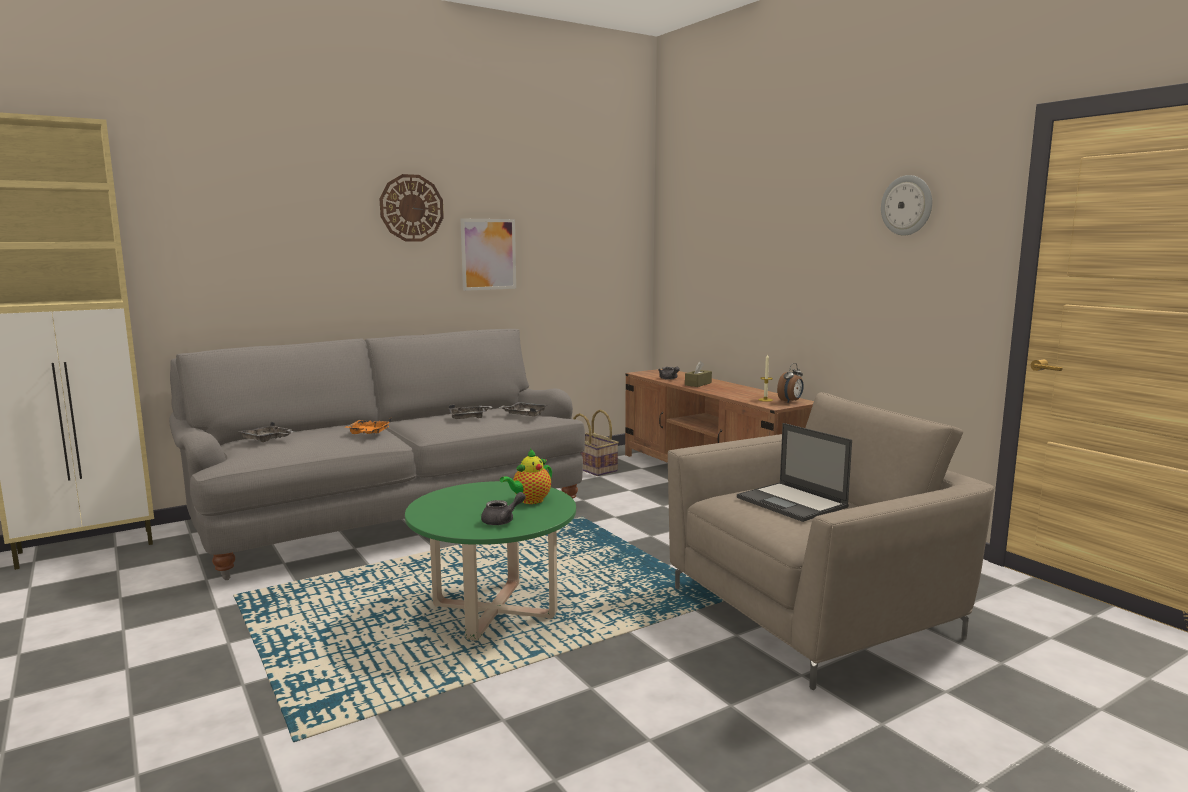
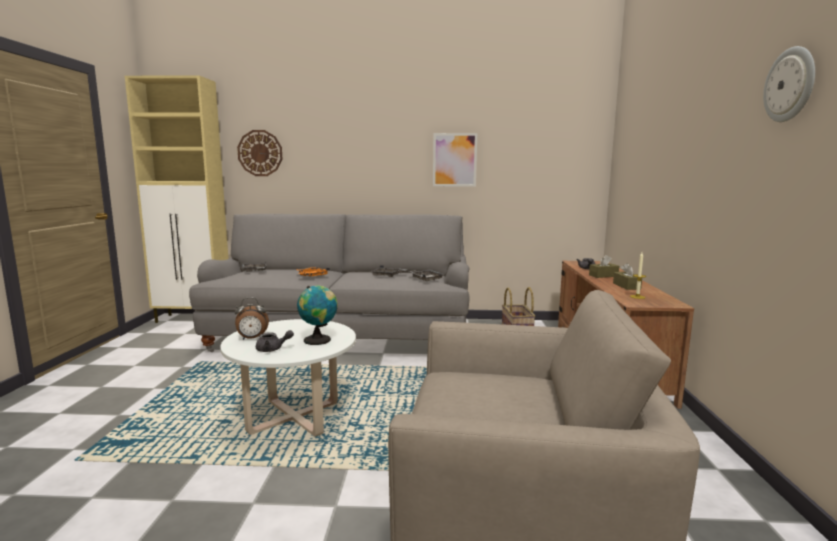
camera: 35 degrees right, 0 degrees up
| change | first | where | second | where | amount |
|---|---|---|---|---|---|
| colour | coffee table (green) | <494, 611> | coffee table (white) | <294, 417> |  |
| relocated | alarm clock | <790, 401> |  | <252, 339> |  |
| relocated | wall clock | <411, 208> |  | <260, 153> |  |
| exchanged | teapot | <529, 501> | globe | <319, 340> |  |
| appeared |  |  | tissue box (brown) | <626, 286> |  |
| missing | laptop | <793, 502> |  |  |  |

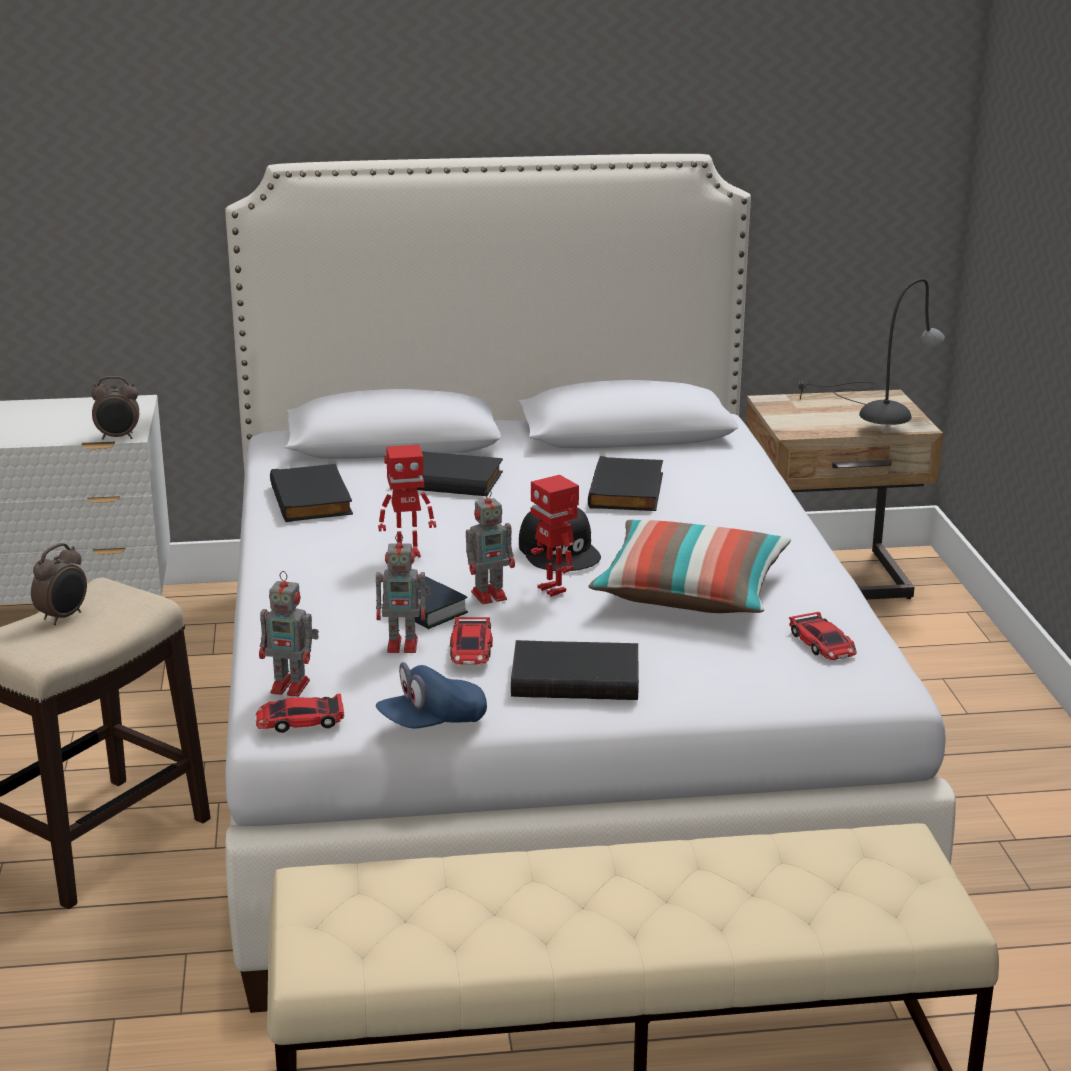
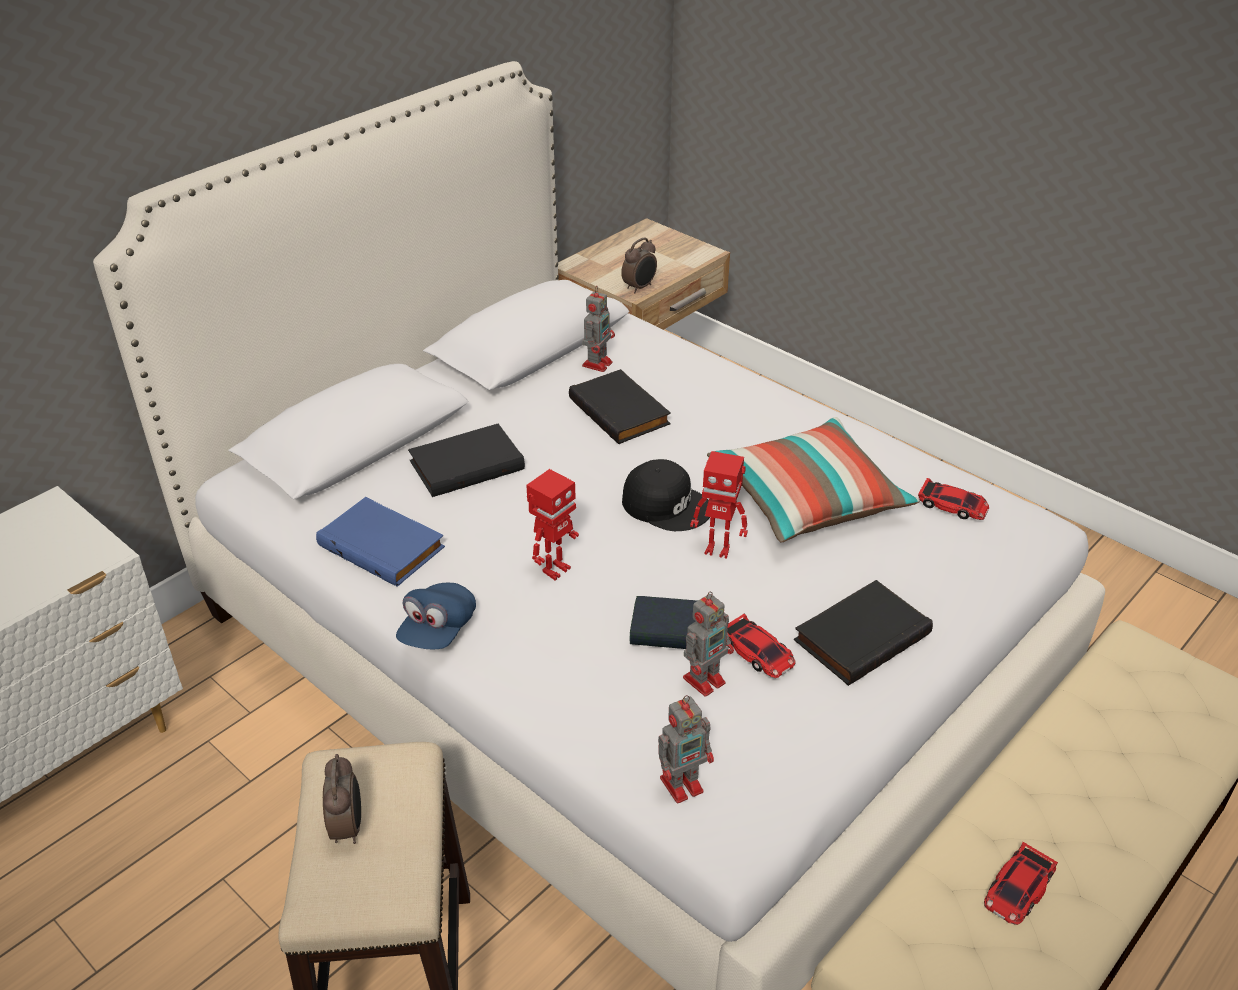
camera: 40 degrees left, 15 degrees up
| change | first | where | second | where | amount |
|---|---|---|---|---|---|
| colour | book (black) | <313, 499> | book (blue) | <384, 545> |  |
| relocated | cap (blue) | <432, 723> |  | <438, 630> |  |
| relocated | toy robot | <491, 595> |  | <598, 363> |  |
| relocated | alarm clock | <118, 437> |  | <640, 287> |  |
| relocated | toy car | <300, 721> |  | <1018, 889> |  |
| missing | table lamp (grey) | <877, 420> |  |  |  |

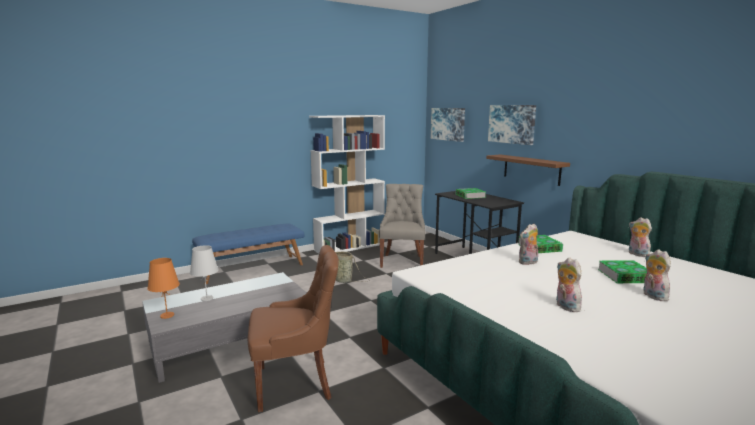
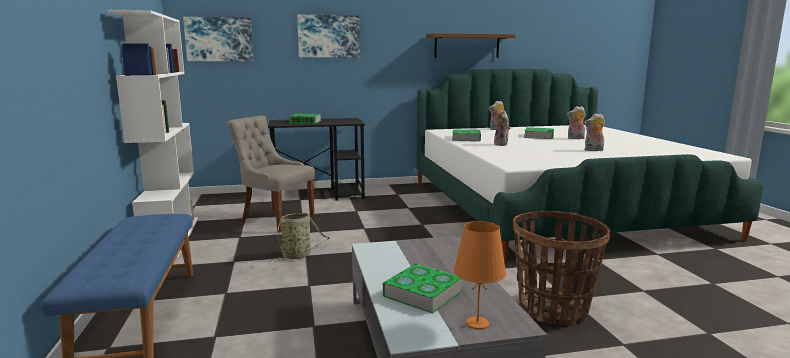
camera: 70 degrees left, 0 degrees up
| change | first | where | second | where | amount |
|---|---|---|---|---|---|
| exchanged | table lamp (white) | <207, 298> | book | <422, 293> |  |
| relocated | shelf (brown) | <531, 169> |  | <467, 46> |  |
| exchanged | chair (brown) | <296, 383> | basket | <553, 308> |  |

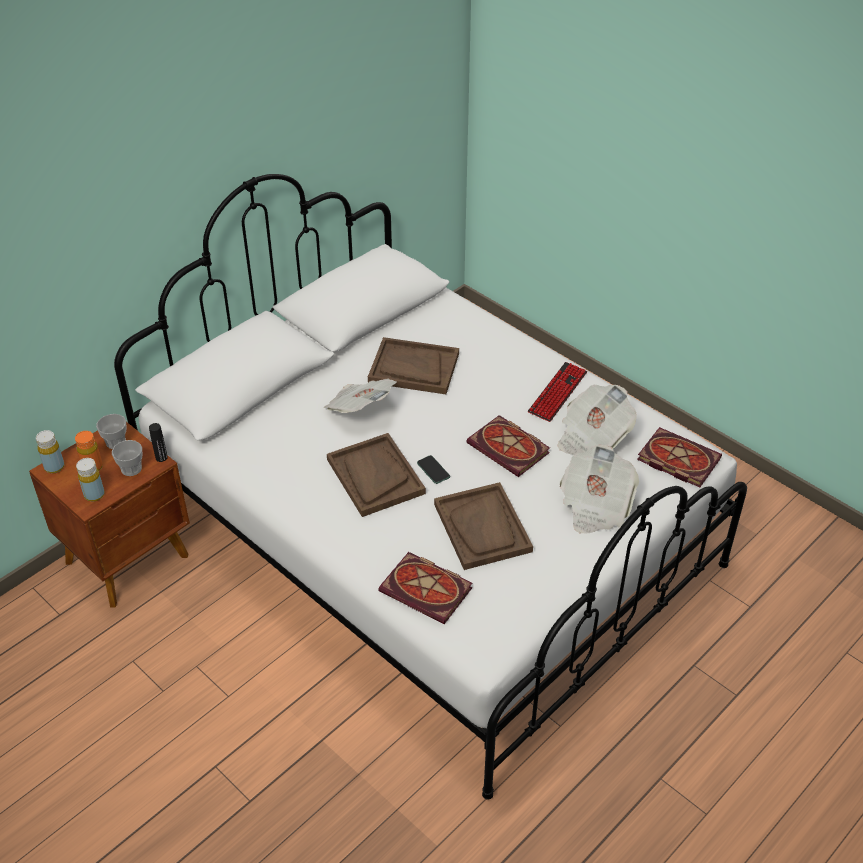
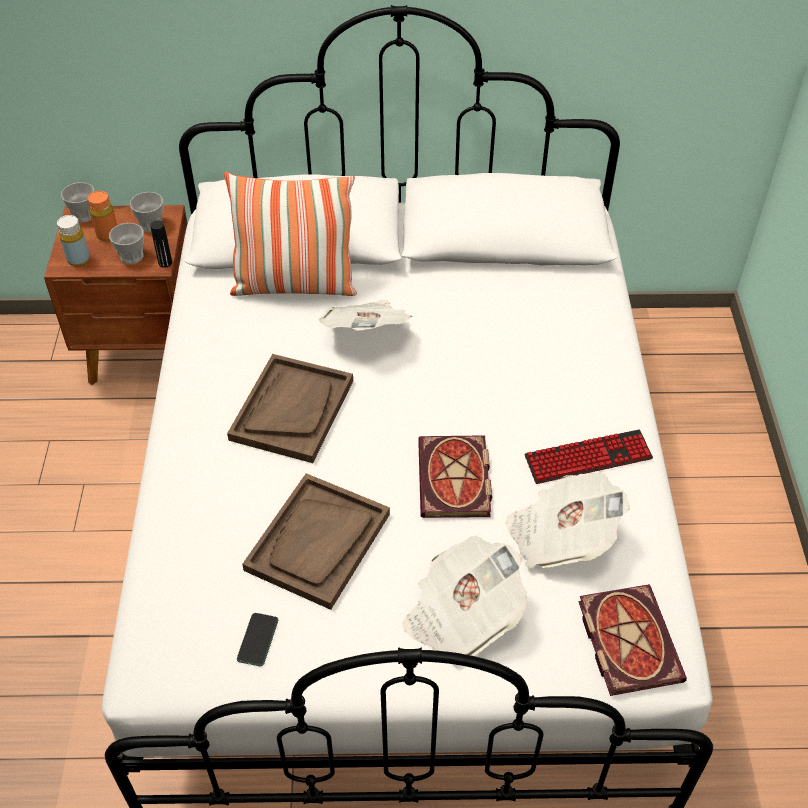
camera: 45 degrees right, 5 degrees up
| change | first | where | second | where | amount |
|---|---|---|---|---|---|
| exchanged | bottle (yellow) | <54, 467> | cup | <84, 215> |  |
| appeared |  |  | pillow | <295, 285> |  |
| relocated | phone | <433, 470> |  | <258, 640> |  |
| missing | tray (brown) | <413, 368> |  |  |  |
| missing | book | <428, 590> |  |  |  |

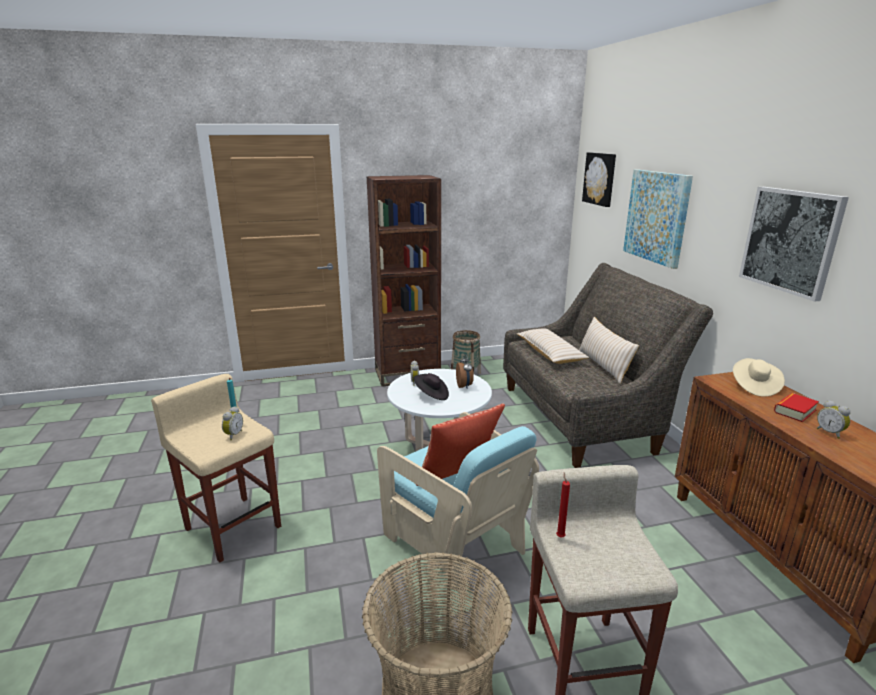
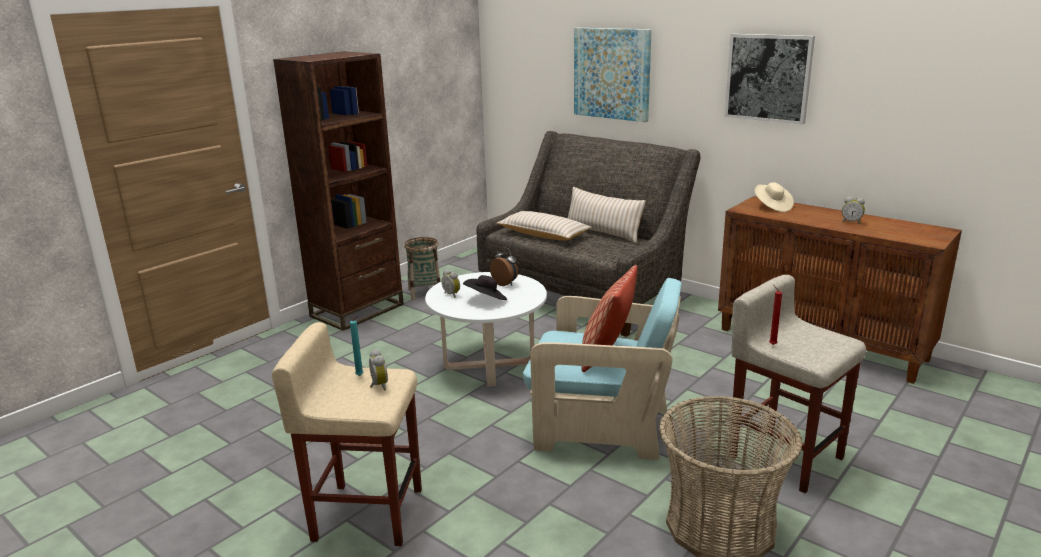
camera: 35 degrees left, 0 degrees up
| change | first | where | second | where | amount |
|---|---|---|---|---|---|
| missing | picture | <600, 179> |  |  |  |
| missing | book | <795, 411> |  |  |  |

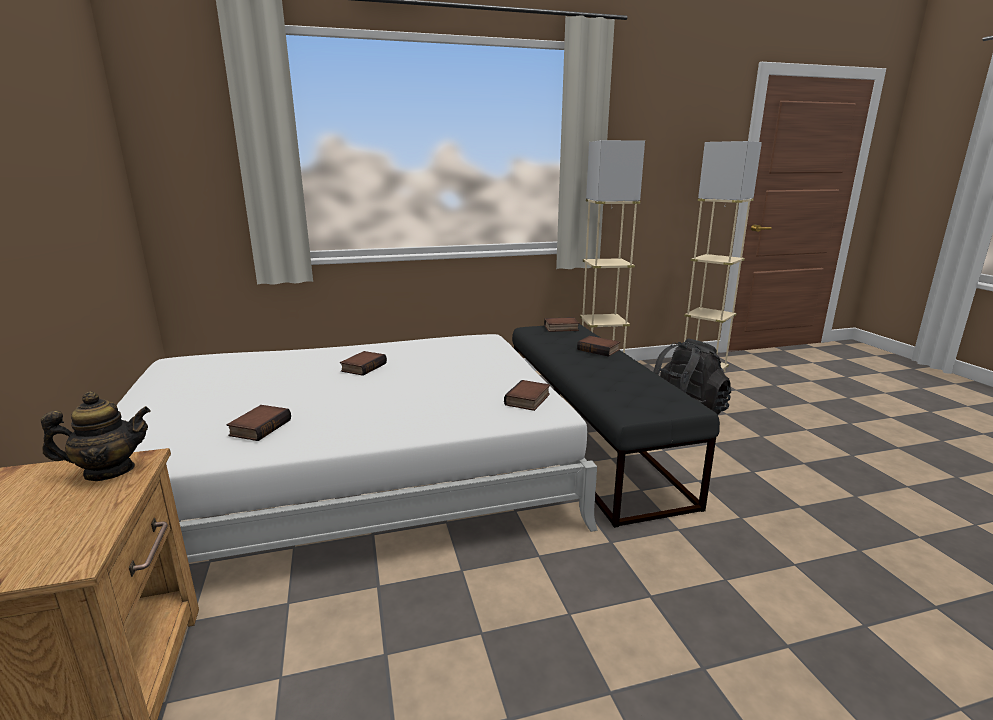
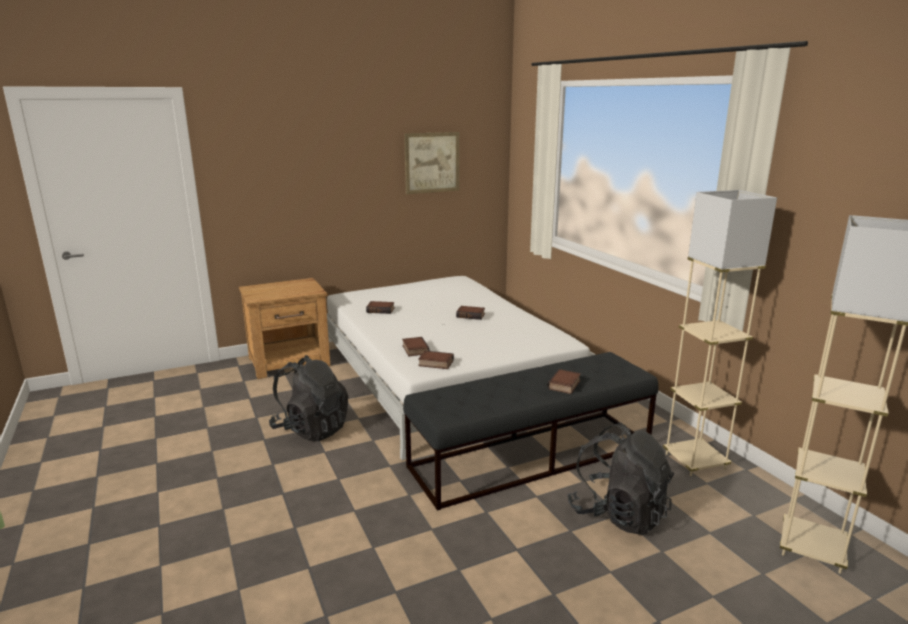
camera: 80 degrees right, 0 degrees up
| change | first | where | second | where | amount |
|---|---|---|---|---|---|
| appeared |  |  | backpack (black) | <311, 429> |  |
| relocated | book | <561, 328> |  | <414, 349> |  |
| appeared |  |  | picture | <432, 162> |  |
| missing | teapot | <109, 471> |  |  |  |

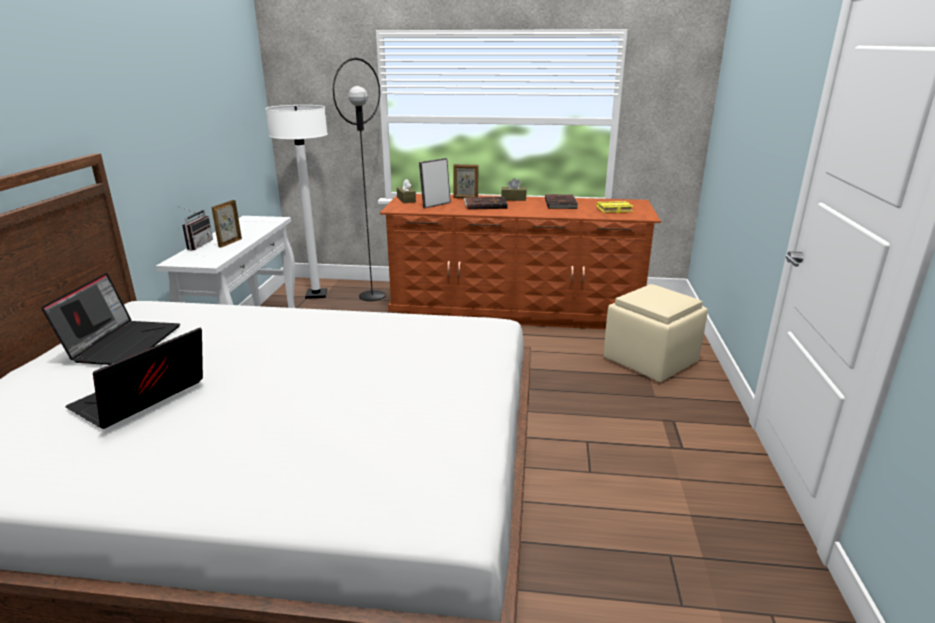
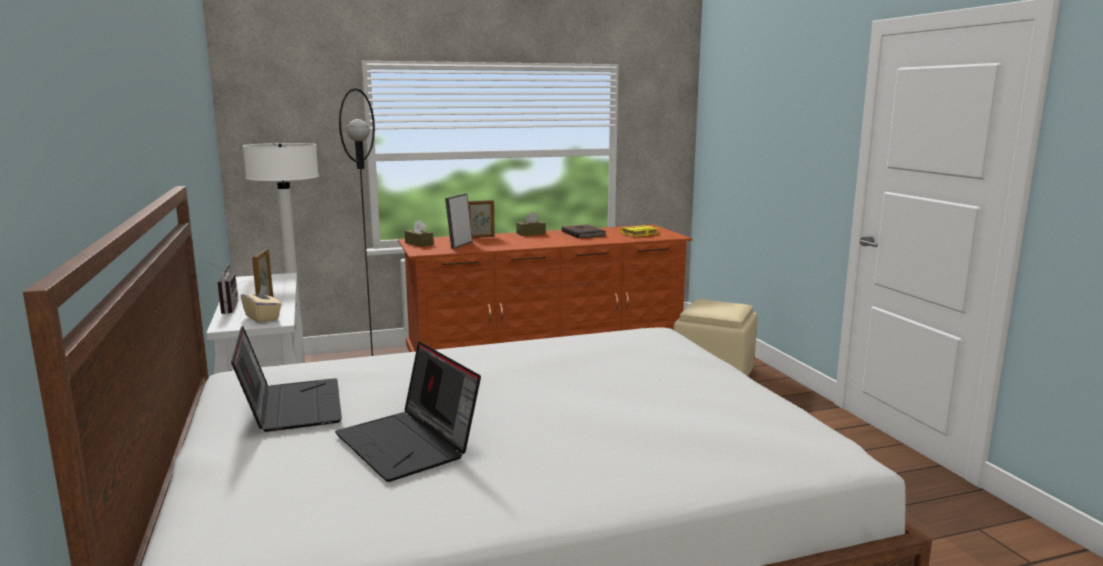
camera: 25 degrees left, 10 degrees down
| change | first | where | second | where | amount |
|---|---|---|---|---|---|
| appeared |  |  | tissue box (beige) | <263, 317> |  |
| spun | laptop | <141, 399> |  | <409, 444> | 45 degrees counterclockwise |
| missing | book (brown) | <485, 205> |  |  |  |

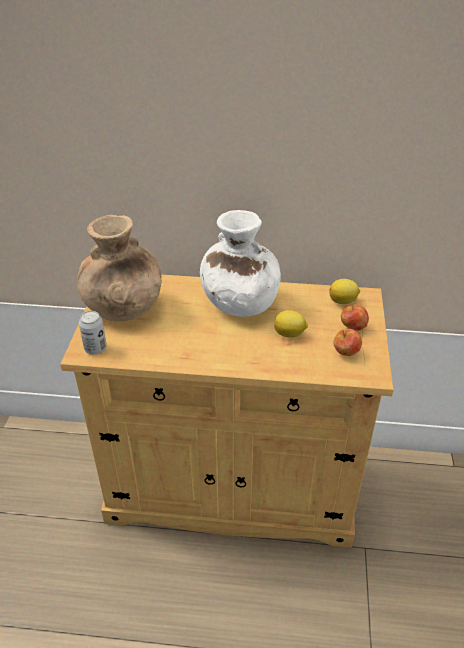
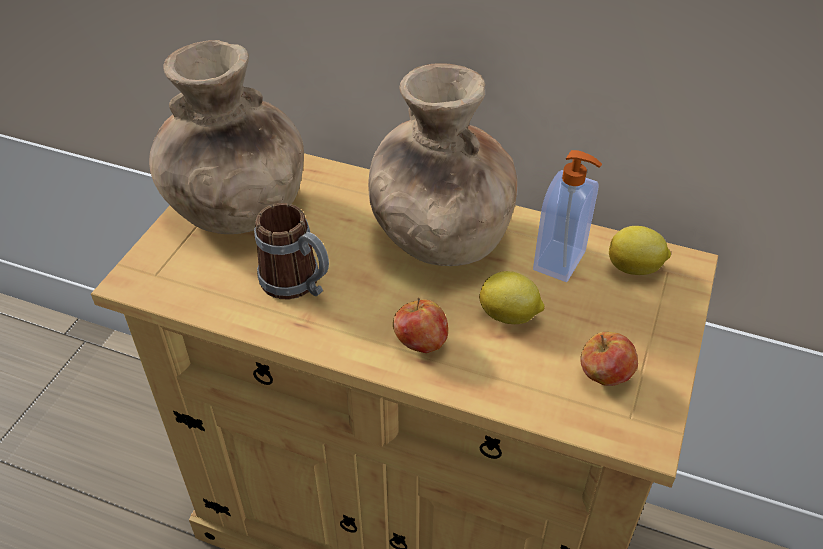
camera: 15 degrees right, 5 degrees up
| change | first | where | second | where | amount |
|---|---|---|---|---|---|
| appeared |  |  | mug | <298, 285> |  |
| colour | vase (white) | <238, 302> | vase (brown) | <438, 235> |  |
| relocated | apple | <353, 327> |  | <420, 343> |  |
| appeared |  |  | soap dispenser | <561, 261> |  |
| missing | can | <95, 348> |  |  |  |

